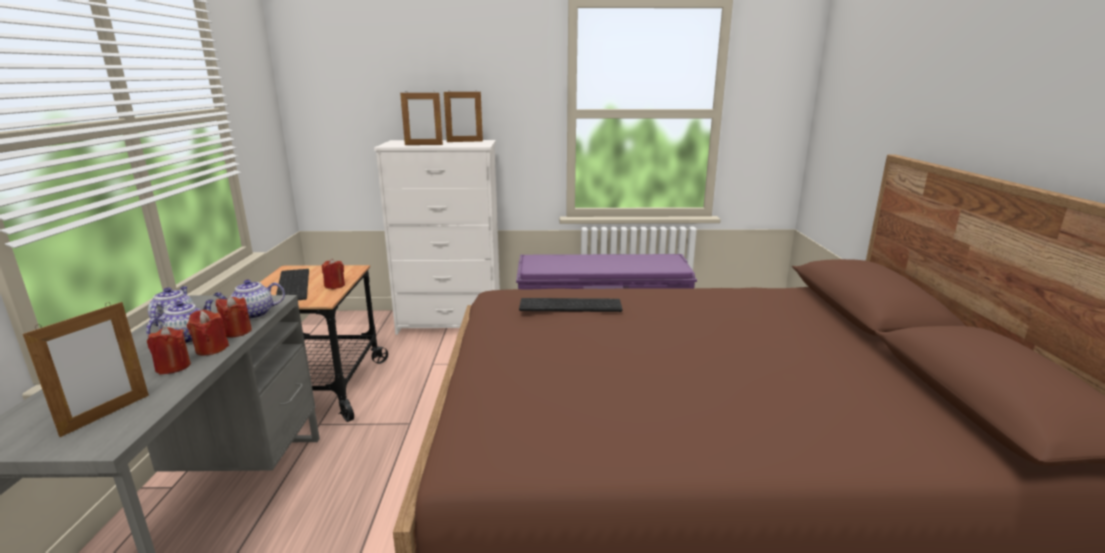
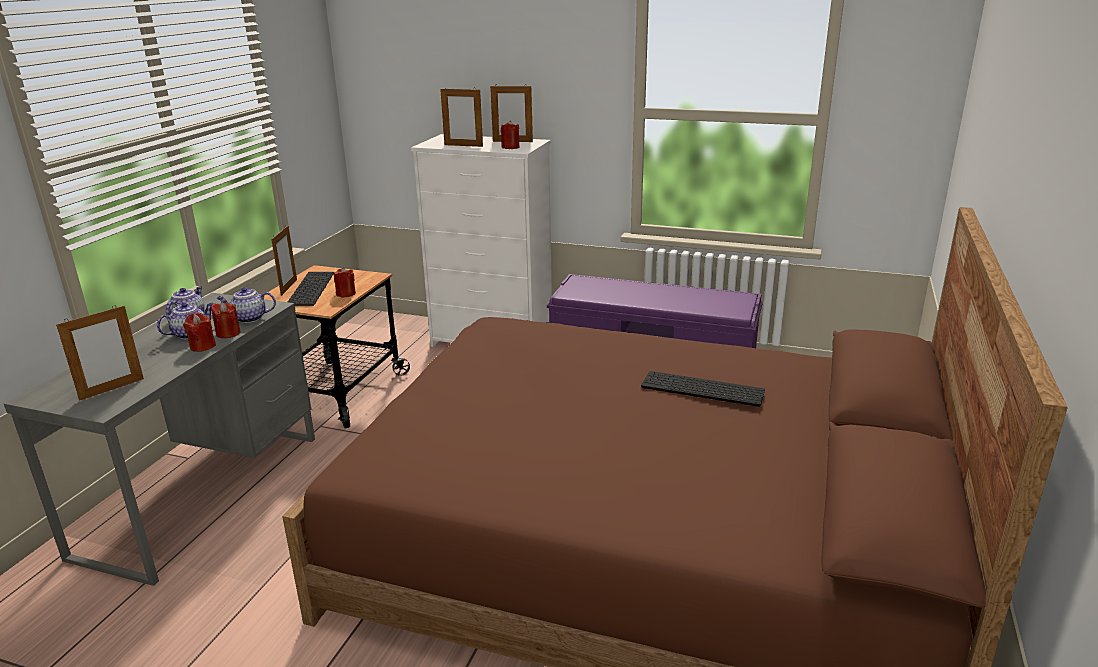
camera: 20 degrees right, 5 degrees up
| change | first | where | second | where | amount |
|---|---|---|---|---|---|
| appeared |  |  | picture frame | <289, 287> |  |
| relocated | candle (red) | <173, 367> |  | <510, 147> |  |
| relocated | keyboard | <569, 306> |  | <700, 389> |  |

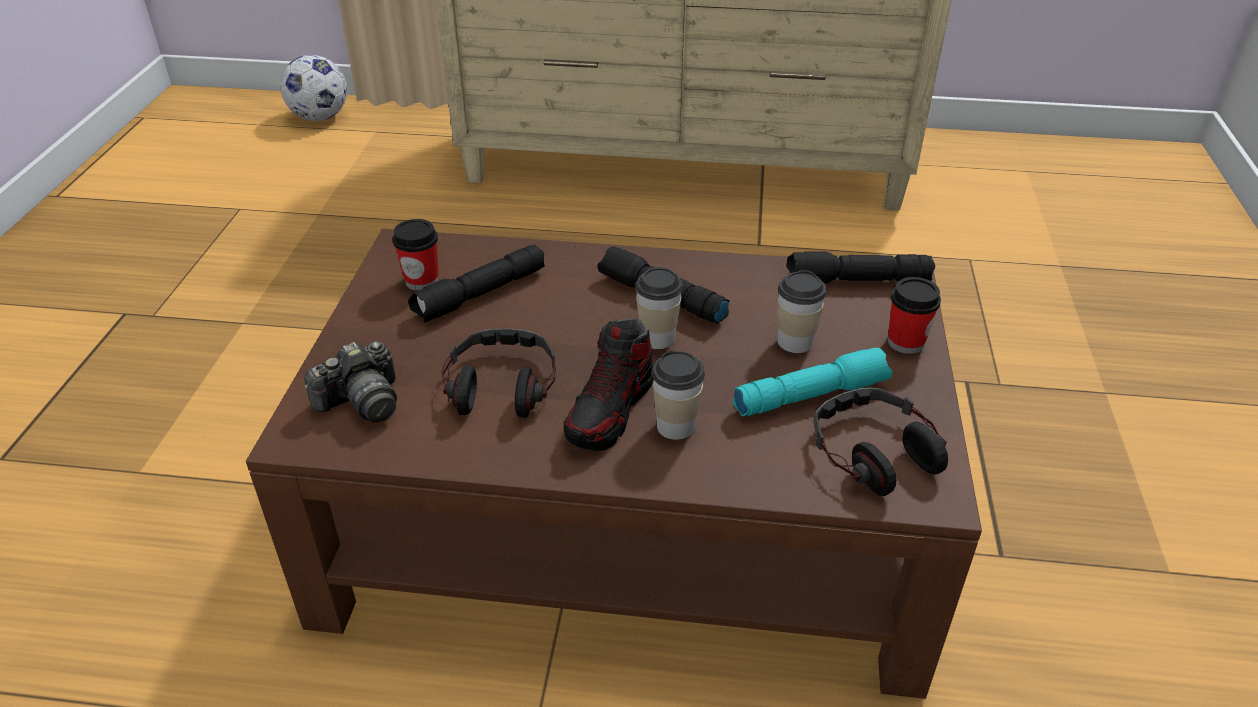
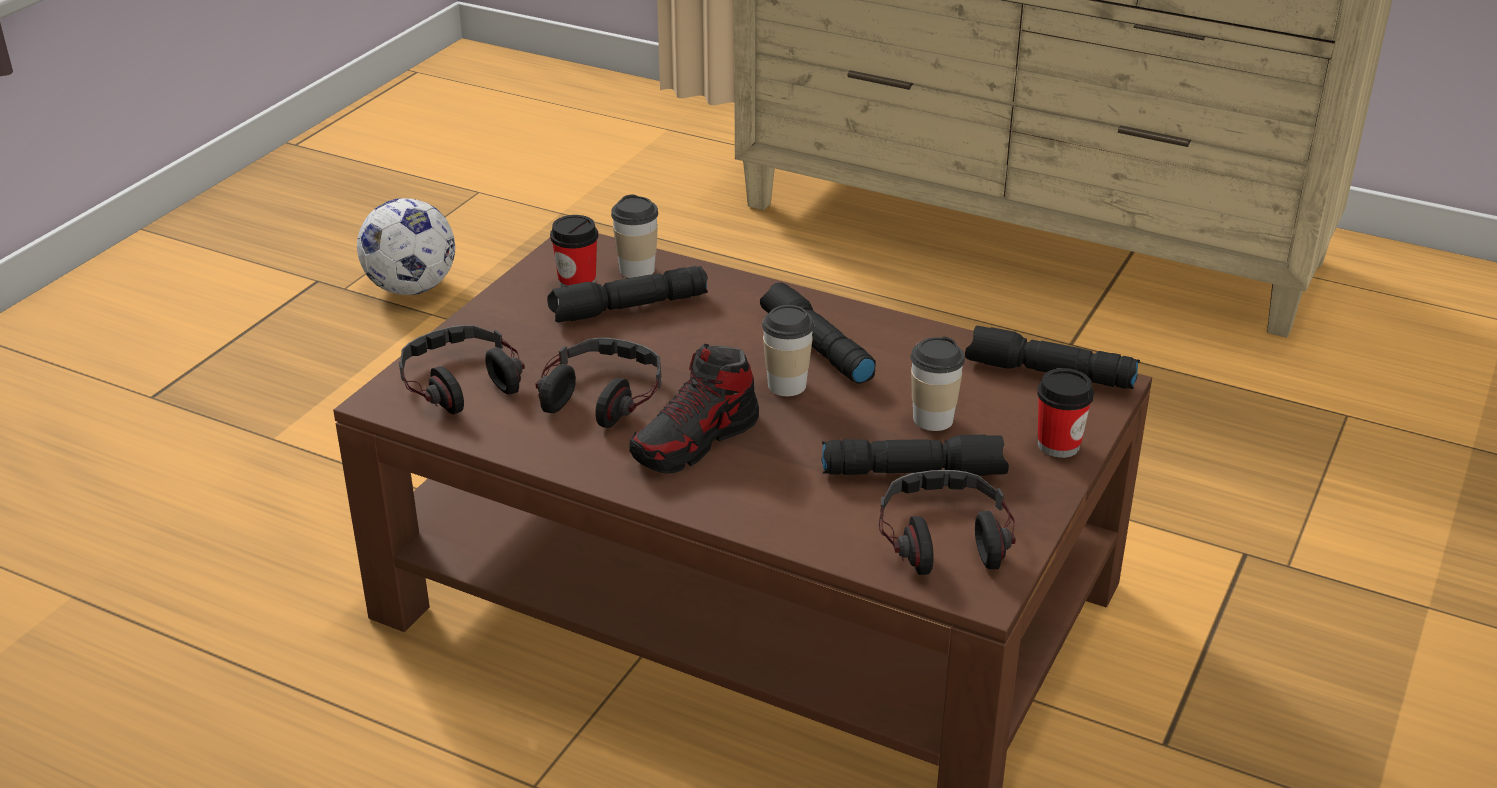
camera: 20 degrees right, 5 degrees down
| change | first | where | second | where | amount |
|---|---|---|---|---|---|
| relocated | football | <320, 117> |  | <411, 287> |  |
| exchanged | photo camera | <362, 402> | headphones | <461, 382> |  |
| relocated | cup | <676, 426> |  | <637, 270> |  |
| colour | flashlight (turquoise) | <811, 394> | flashlight (black) | <914, 471> |  |

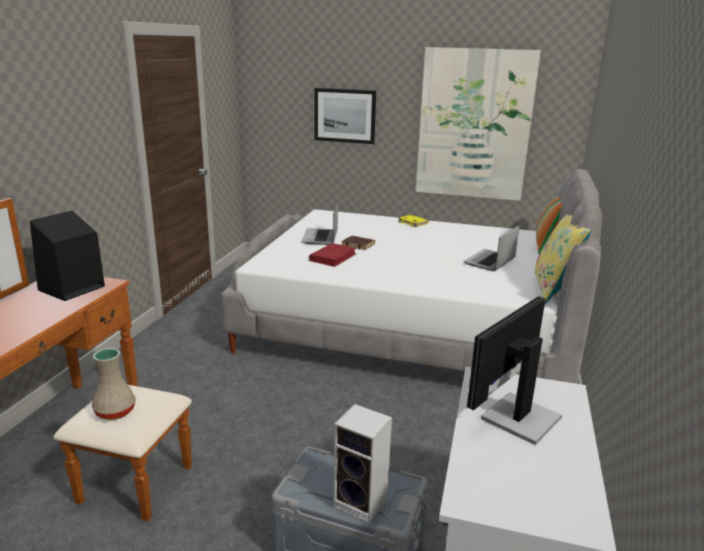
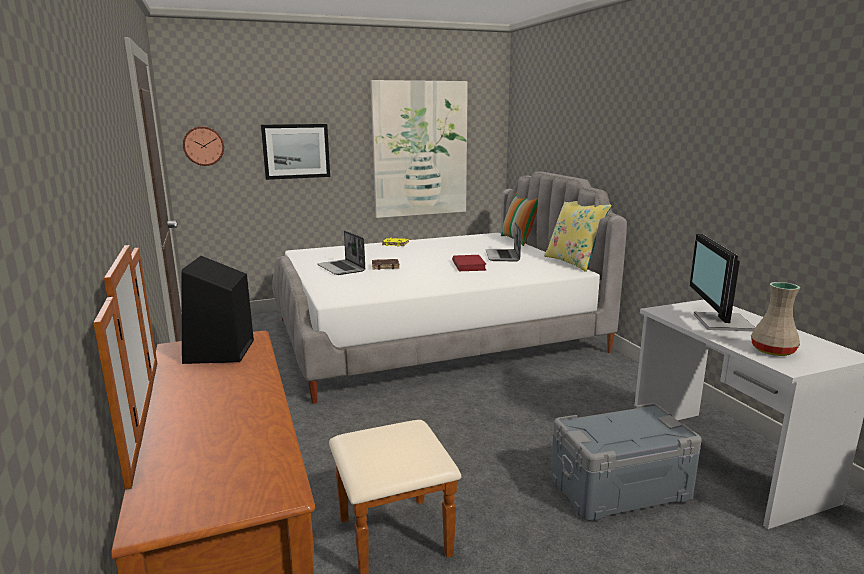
camera: 35 degrees left, 5 degrees down
| change | first | where | second | where | amount |
|---|---|---|---|---|---|
| appeared |  |  | wall clock | <203, 146> |  |
| relocated | book (red) | <333, 257> |  | <468, 265> |  |
| relocated | vase (beige) | <115, 411> |  | <771, 350> |  |
| missing | speaker | <362, 503> |  |  |  |

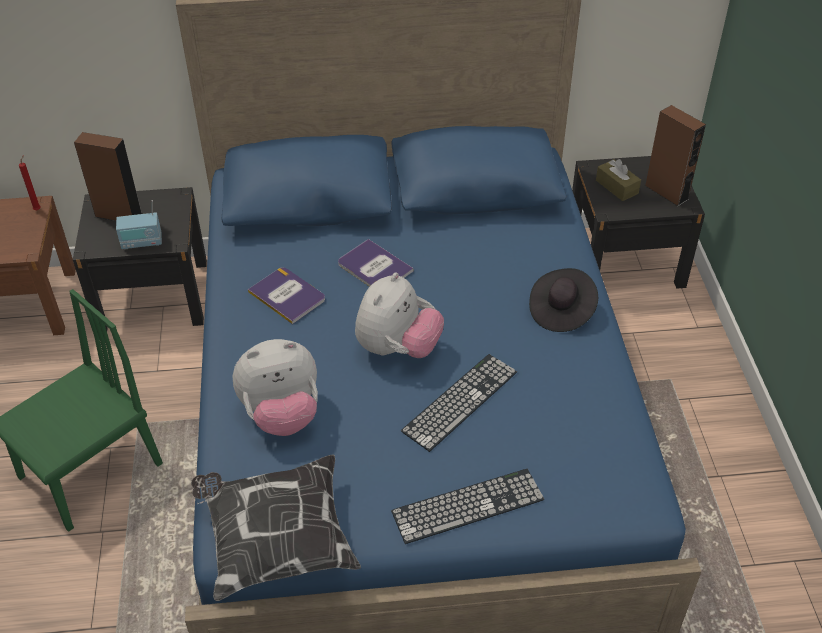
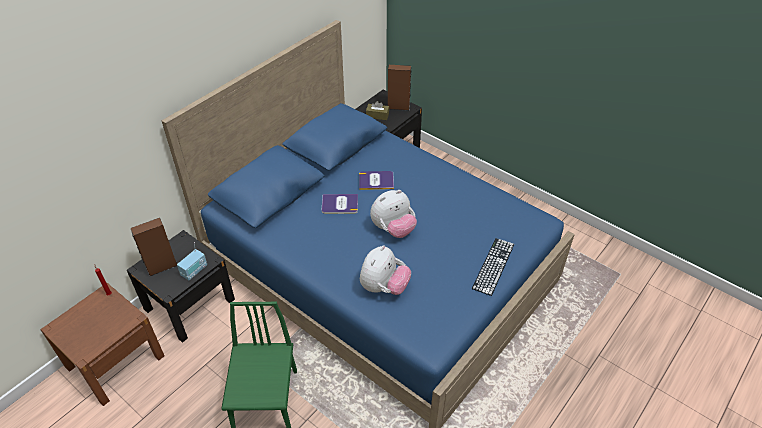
camera: 45 degrees left, 0 degrees up
| change | first | where | second | where | amount |
|---|---|---|---|---|---|
| relocated | book | <287, 295> |  | <376, 181> |  |
| spun | plush toy | <398, 348> |  | <393, 229> | 75 degrees clockwise |
| missing | pillow | <276, 540> |  |  |  |
| missing | keyboard | <460, 401> |  |  |  |
| missing | hat (black) | <561, 311> |  |  |  |

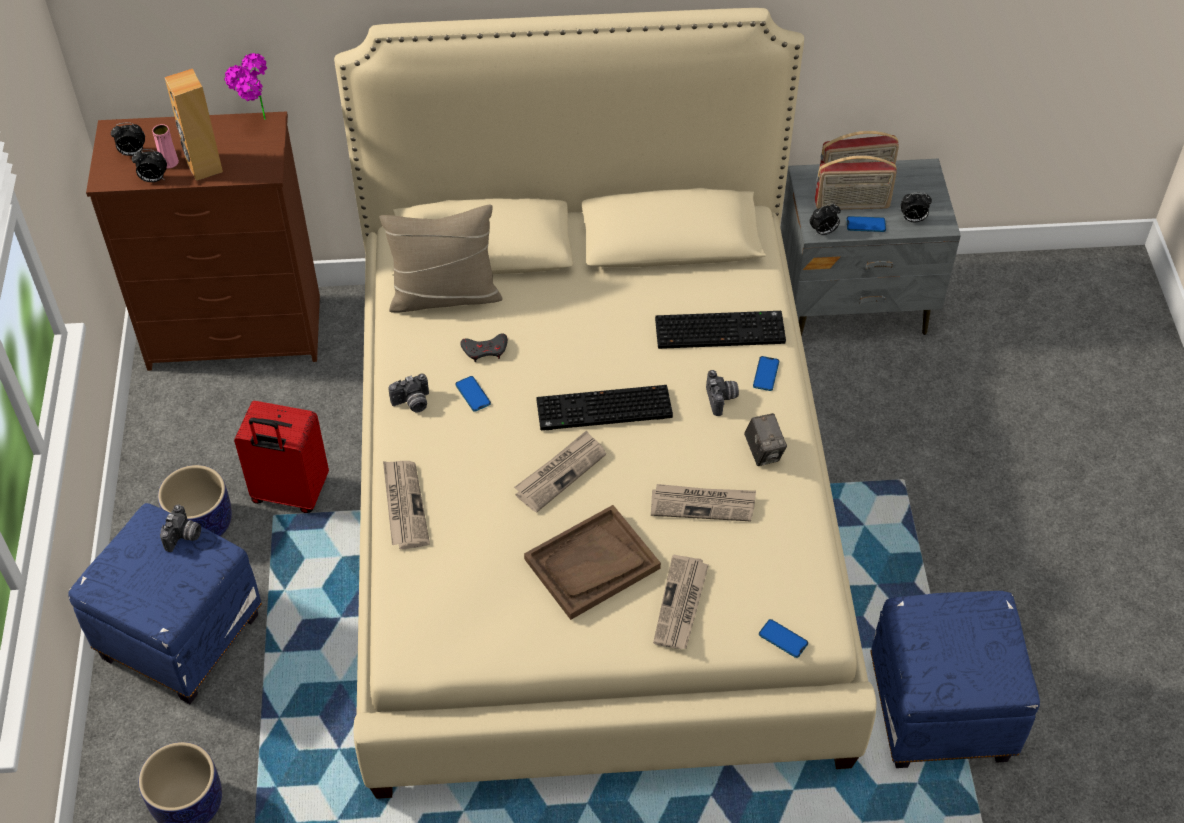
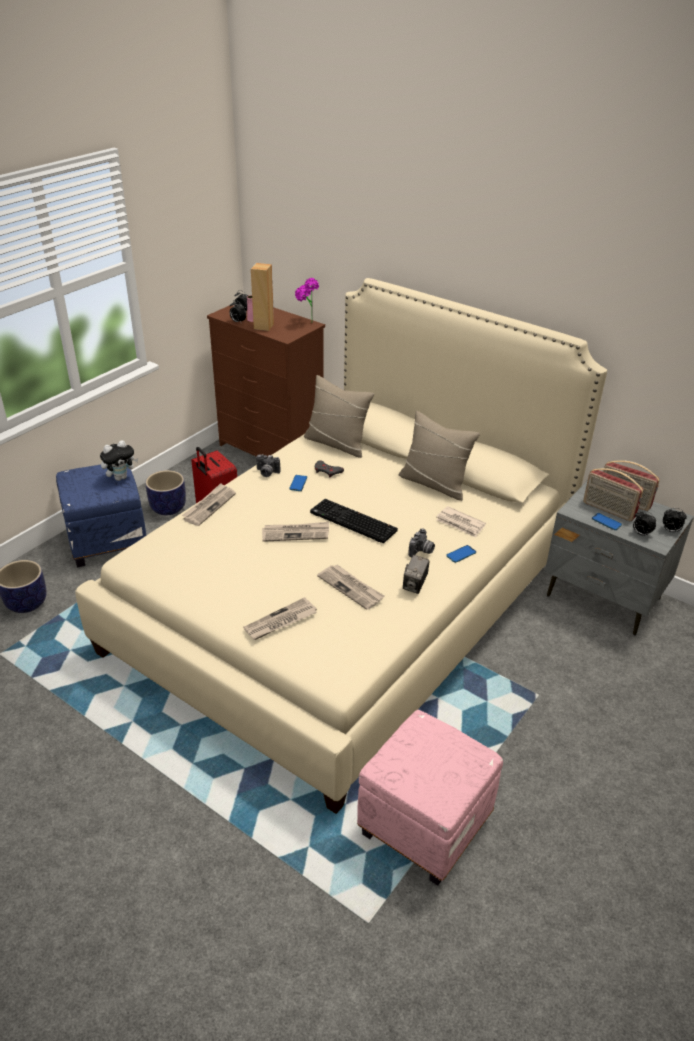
camera: 40 degrees right, 15 degrees down
| change | first | where | second | where | amount |
|---|---|---|---|---|---|
| exchanged | photo camera | <184, 537> | plush toy | <121, 477> |  |
| colour | ottoman (blue) | <941, 713> | ottoman (pink) | <425, 827> |  |
| appeared |  |  | pillow (beige) | <434, 484> |  |
| exchanged | keyboard | <721, 329> | newspaper | <460, 524> |  |
| relocated | alarm clock | <823, 232> |  | <670, 530> |  |
| missing | tray (brown) | <592, 564> |  |  |  |
| missing | phone | <783, 639> |  |  |  |

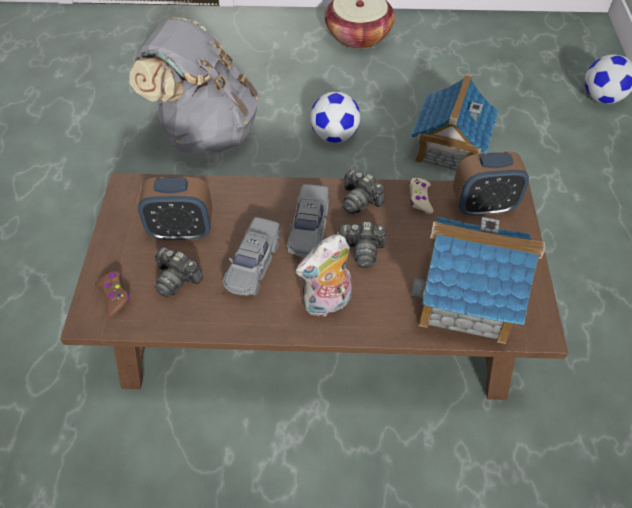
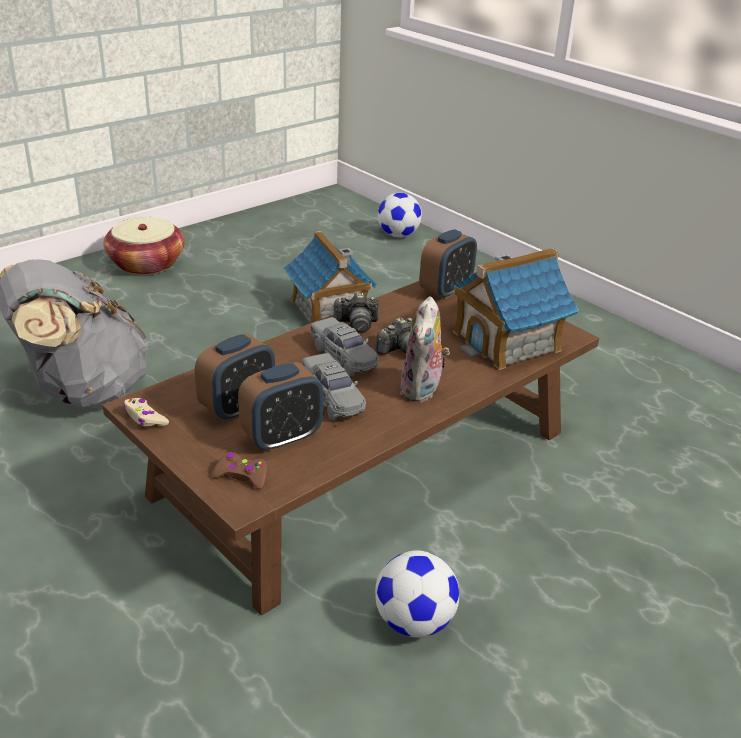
camera: 45 degrees left, 20 degrees down
| change | first | where | second | where | amount |
|---|---|---|---|---|---|
| relocated | game controller (beige) | <420, 199> |  | <145, 418> |  |
| exchanged | photo camera | <176, 279> | alarm clock | <282, 438> |  |
| relocated | football | <334, 136> |  | <414, 622> |  |

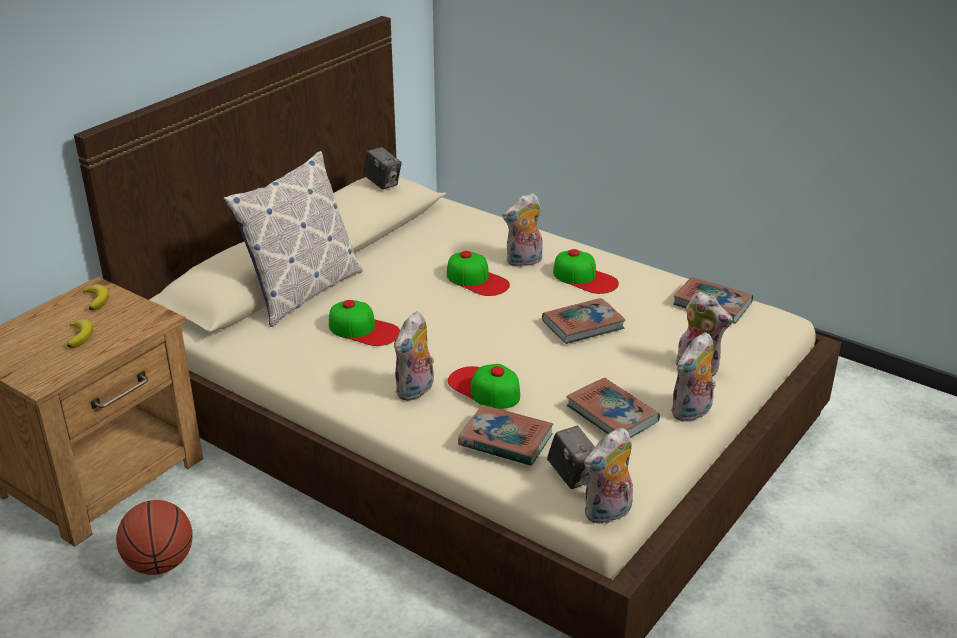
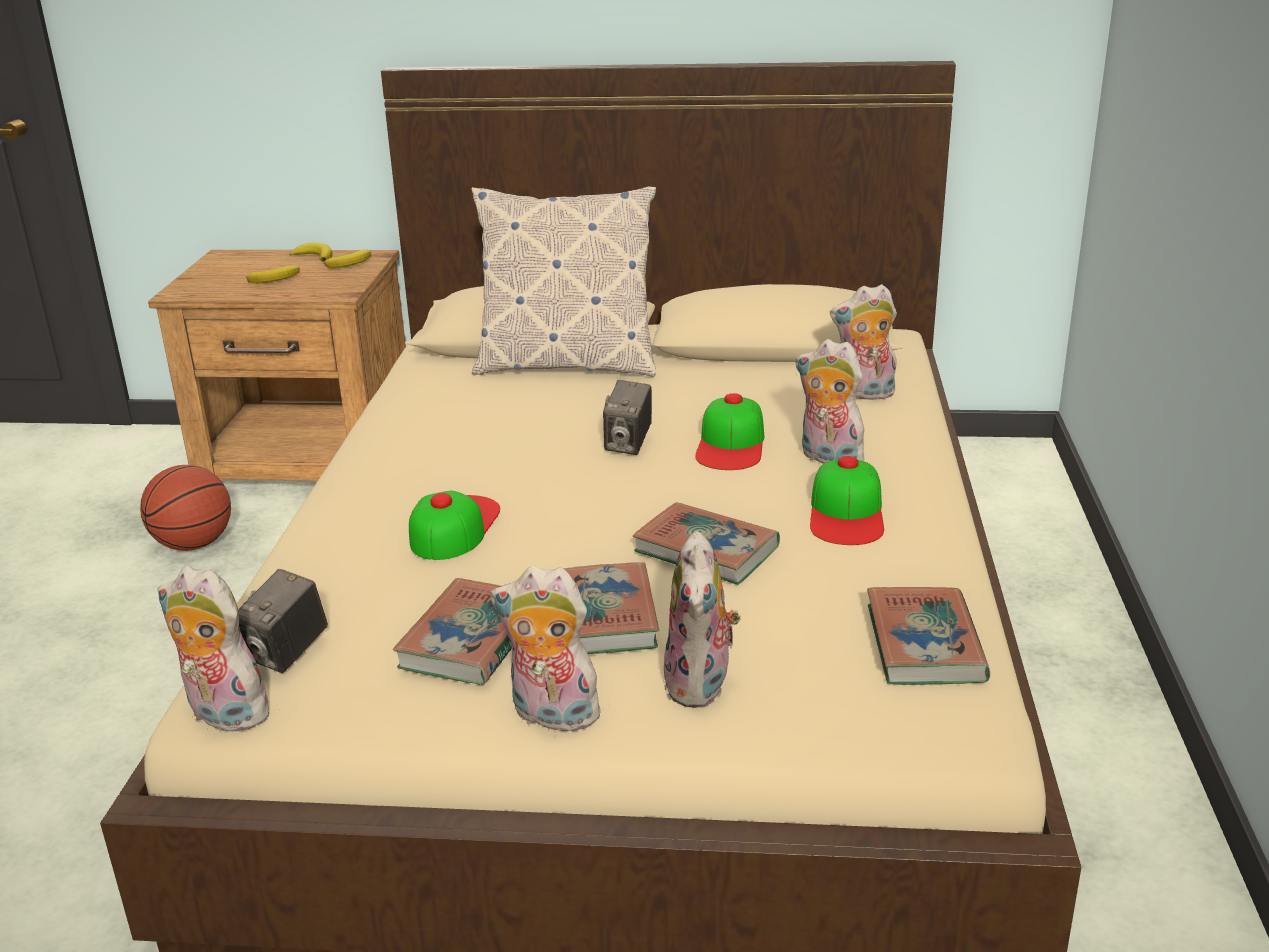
camera: 60 degrees right, 5 degrees down
| change | first | where | second | where | amount |
|---|---|---|---|---|---|
| appeared |  |  | banana | <314, 256> |  |
| relocated | book | <505, 440> |  | <604, 617> |  |
| relocated | photo camera | <382, 184> |  | <628, 444> |  |
| relocated | plush toy | <416, 391> |  | <863, 395> |  |
| missing | cap | <364, 329> |  |  |  |

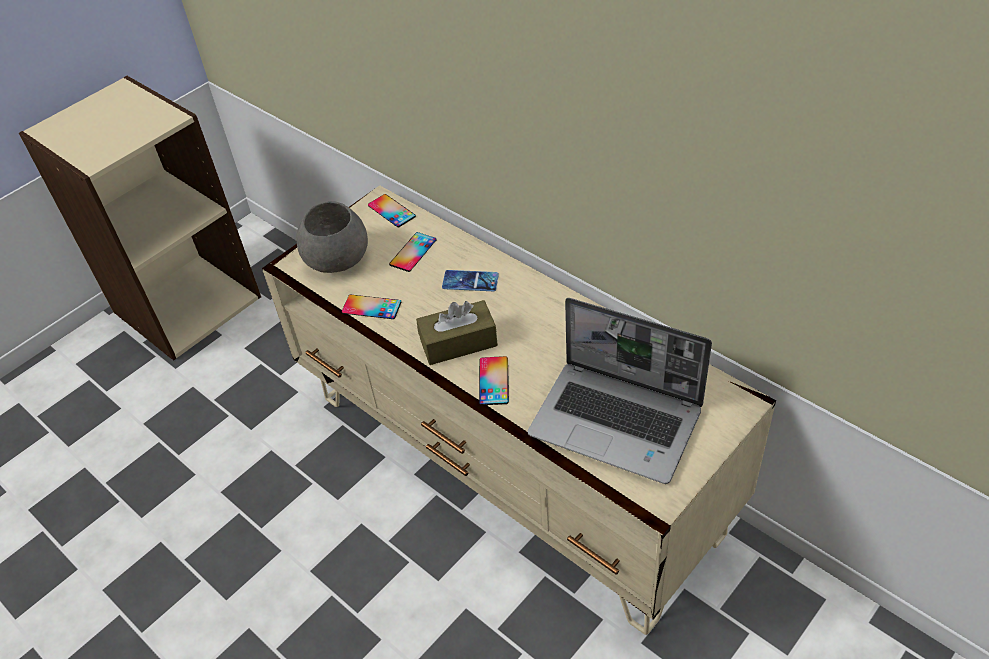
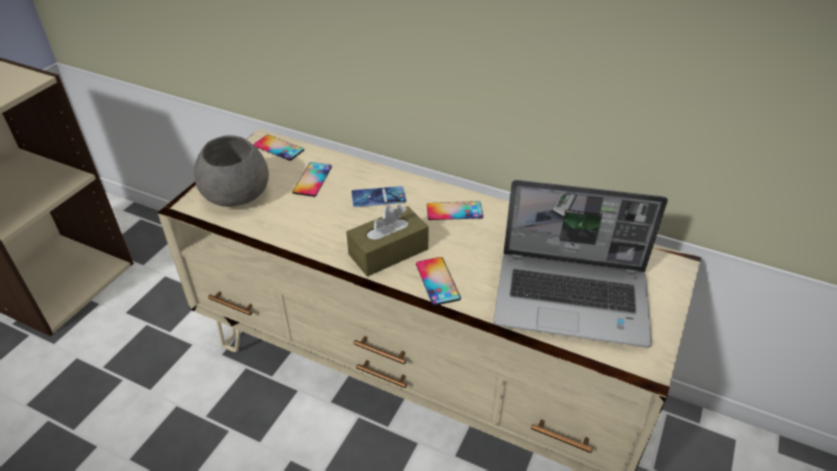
camera: 20 degrees left, 5 degrees down
| change | first | where | second | where | amount |
|---|---|---|---|---|---|
| relocated | phone | <371, 307> |  | <454, 211> |  |

